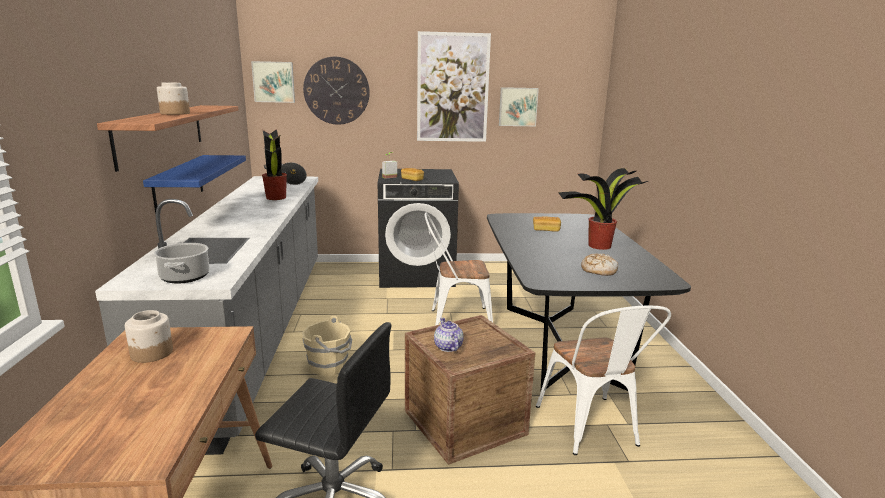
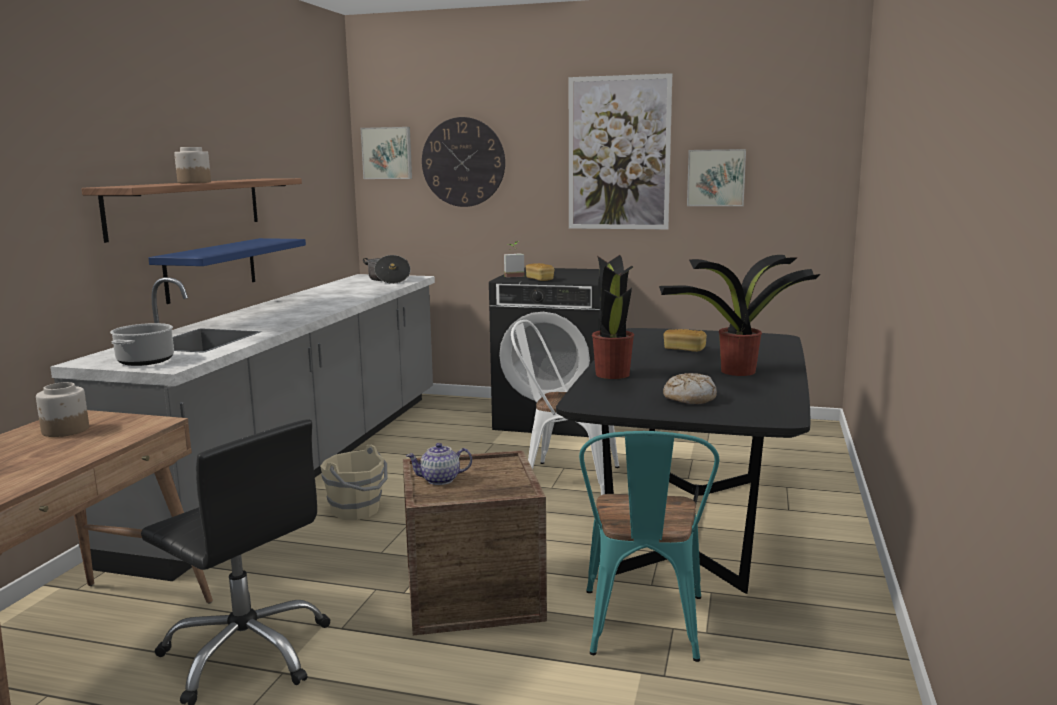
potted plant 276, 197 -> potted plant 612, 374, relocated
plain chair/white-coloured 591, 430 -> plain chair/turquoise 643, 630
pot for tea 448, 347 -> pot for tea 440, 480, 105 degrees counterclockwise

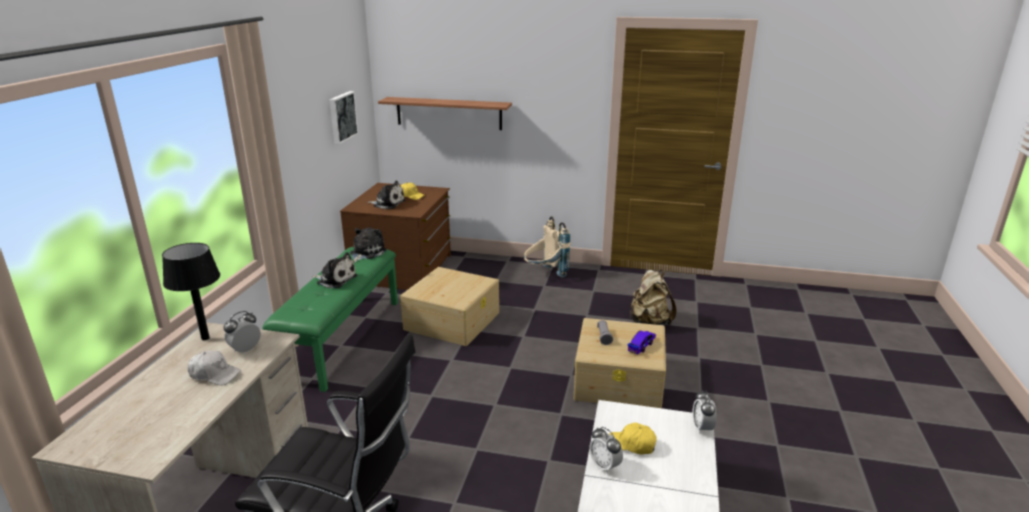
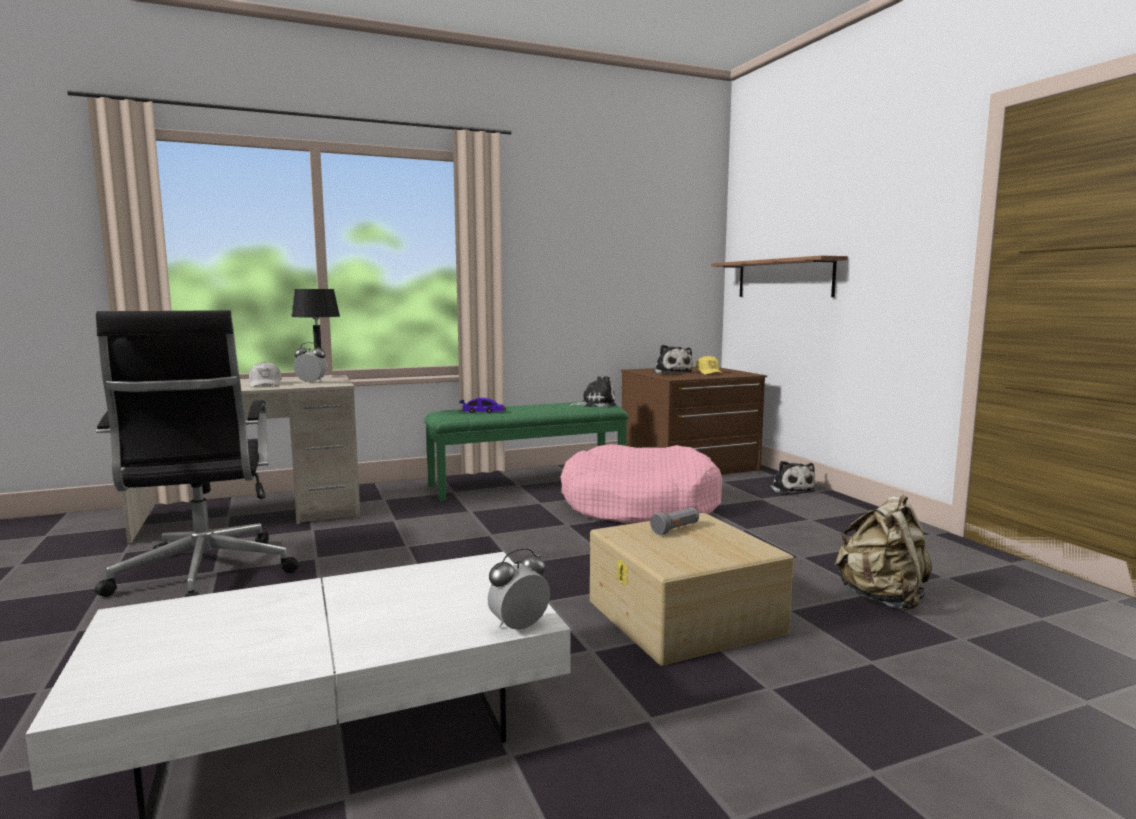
wall art 342, 117 -> none
knapsack/sand-coloured 545, 274 -> none
plush toy 335, 279 -> plush toy 790, 489, relocated
storage bin/sand-coloured 452, 320 -> pet bed/pinkish 639, 505
model car 641, 345 -> model car 483, 412, relocated
peaked cap/yellowish 632, 444 -> none
table clock 605, 466 -> none

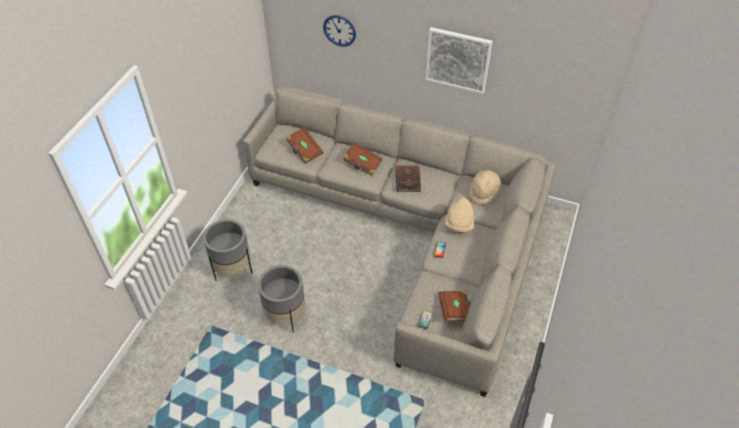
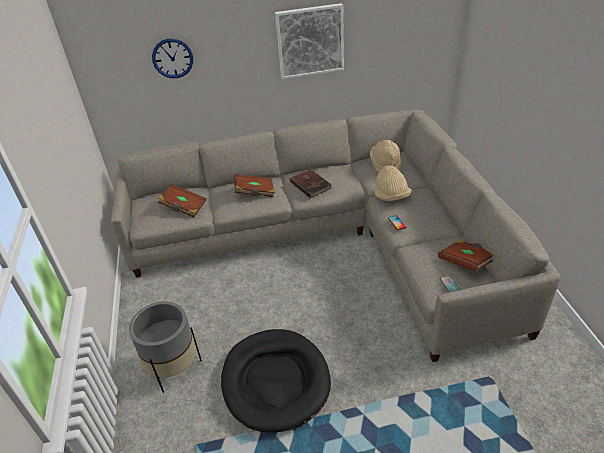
plant pot/greyish 285, 315 -> pet bed/black-coloured 275, 381

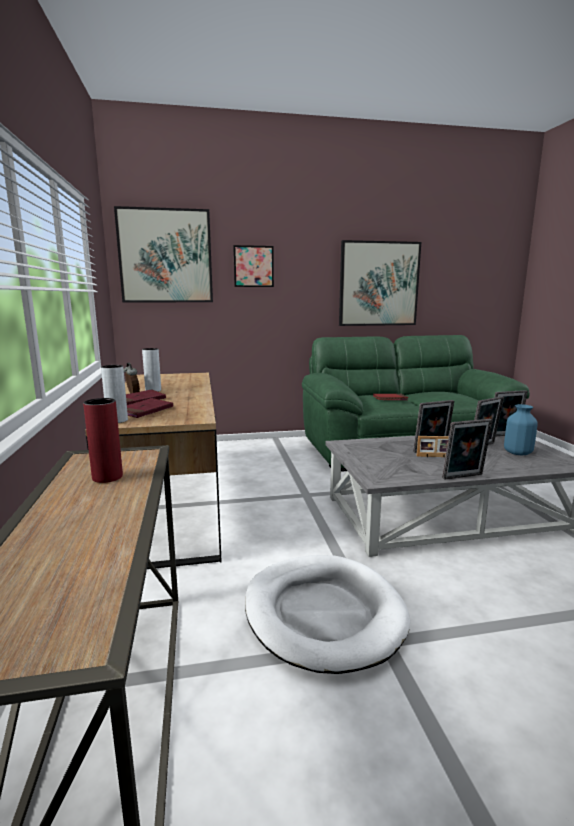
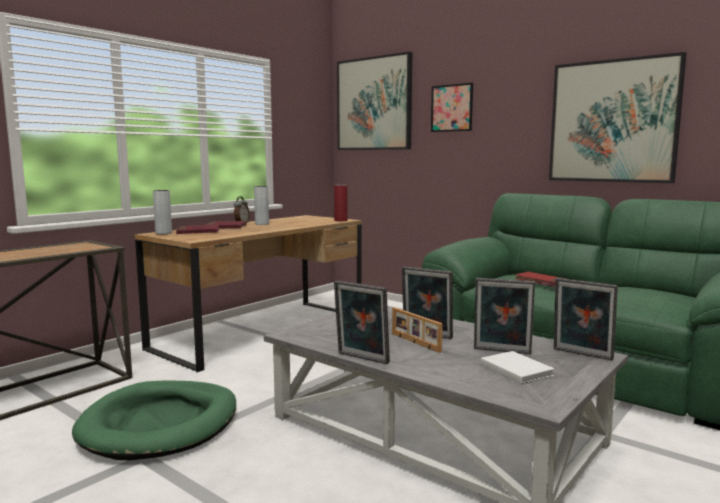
vase/reddish 107, 477 -> vase/reddish 340, 220, relocated
vase/blue 517, 453 -> bound book/white-coloured 515, 369
pet bed/white-coloured 323, 614 -> pet bed/green-coloured 160, 424

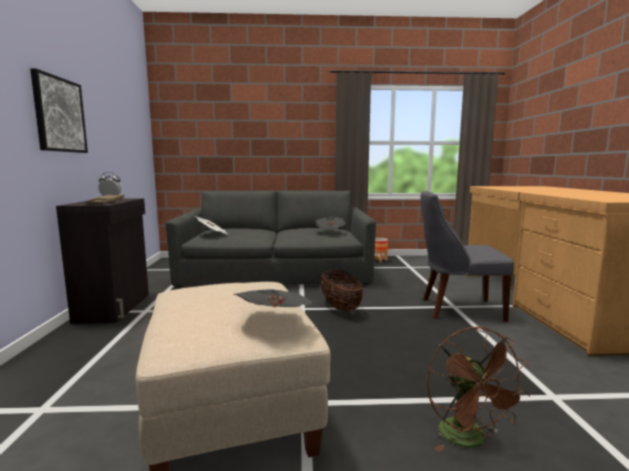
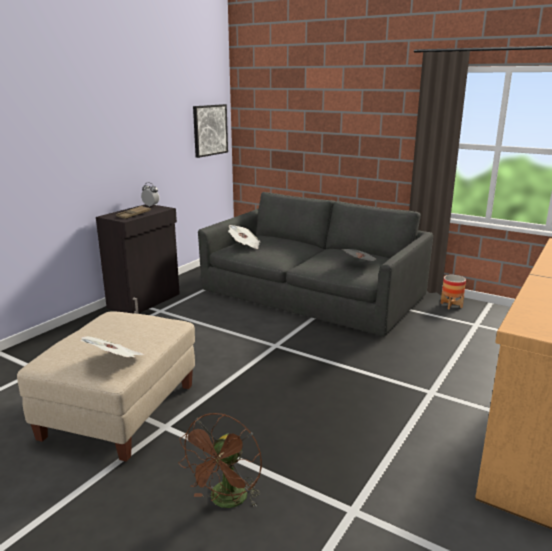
wall art 59, 115 -> wall art 210, 130, relocated
plain chair/greyish 457, 309 -> none
basket 340, 308 -> none

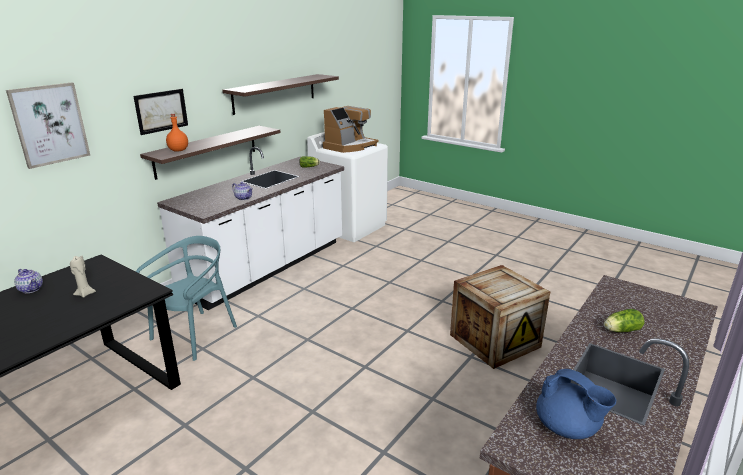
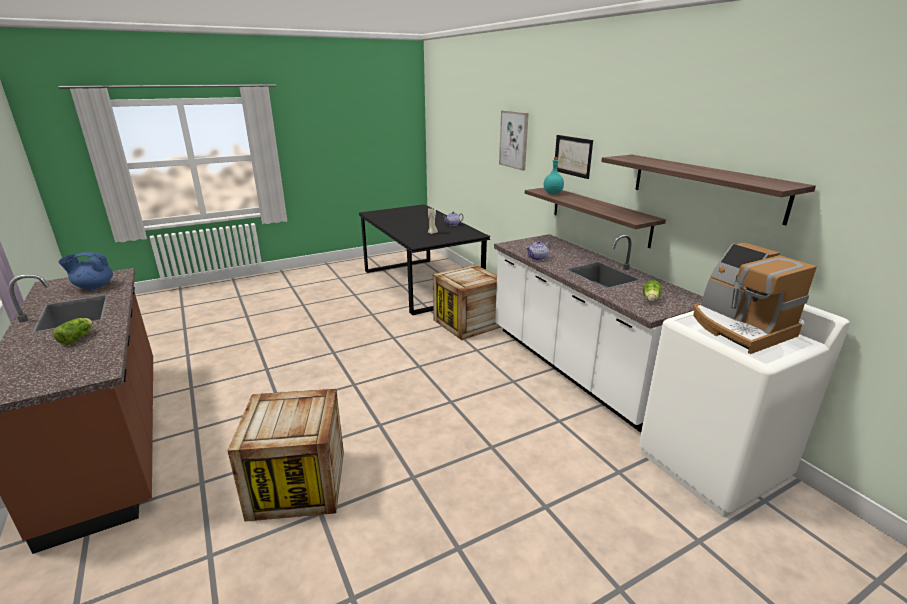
beverage bottle/orangey 178, 150 -> beverage bottle/turquoise 553, 193
plain chair/turquoise 195, 335 -> packing crate 468, 323

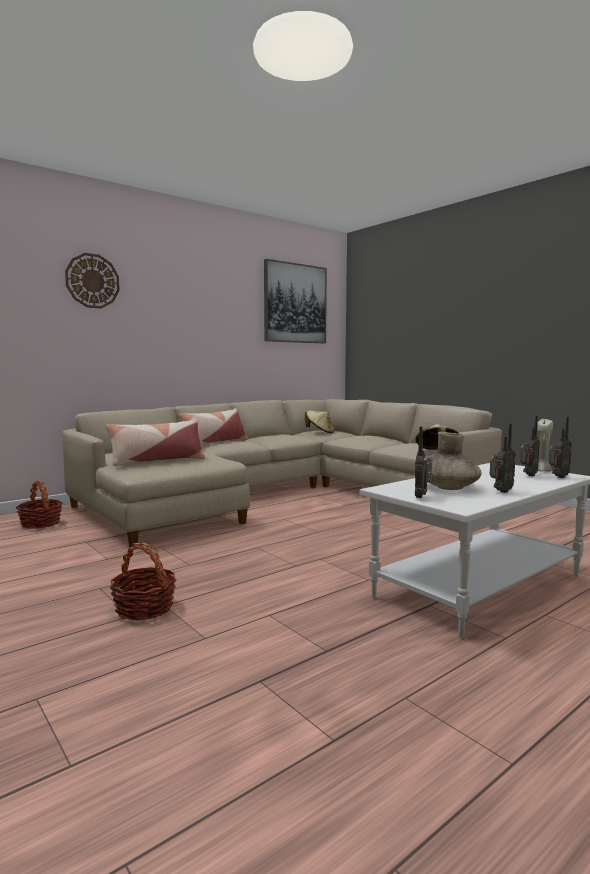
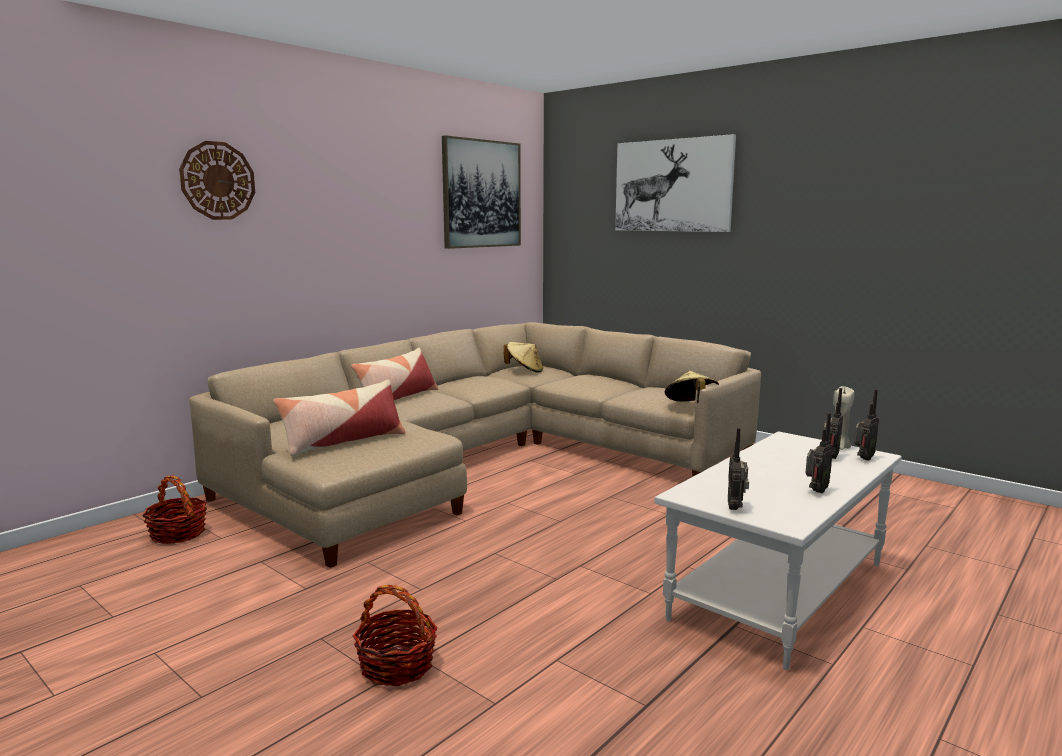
vase/brown 448, 487 -> none
none -> wall art 672, 185

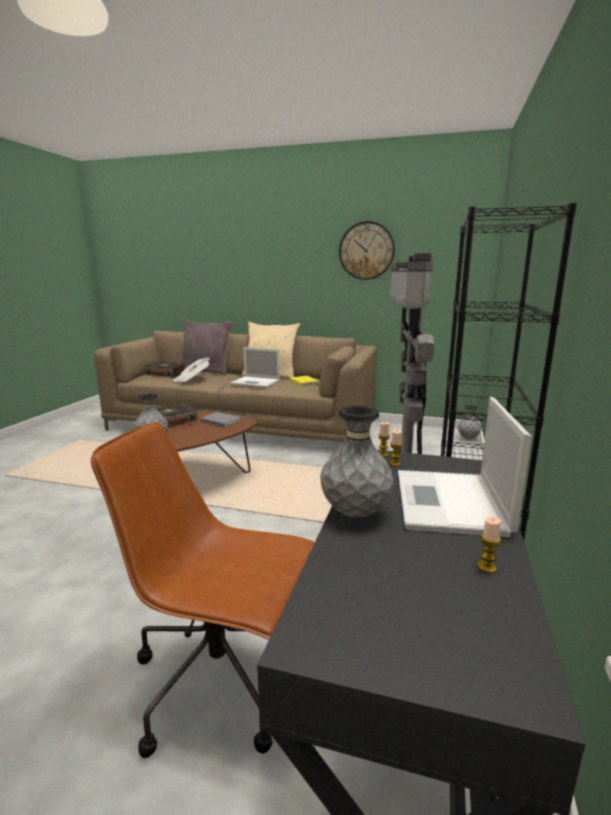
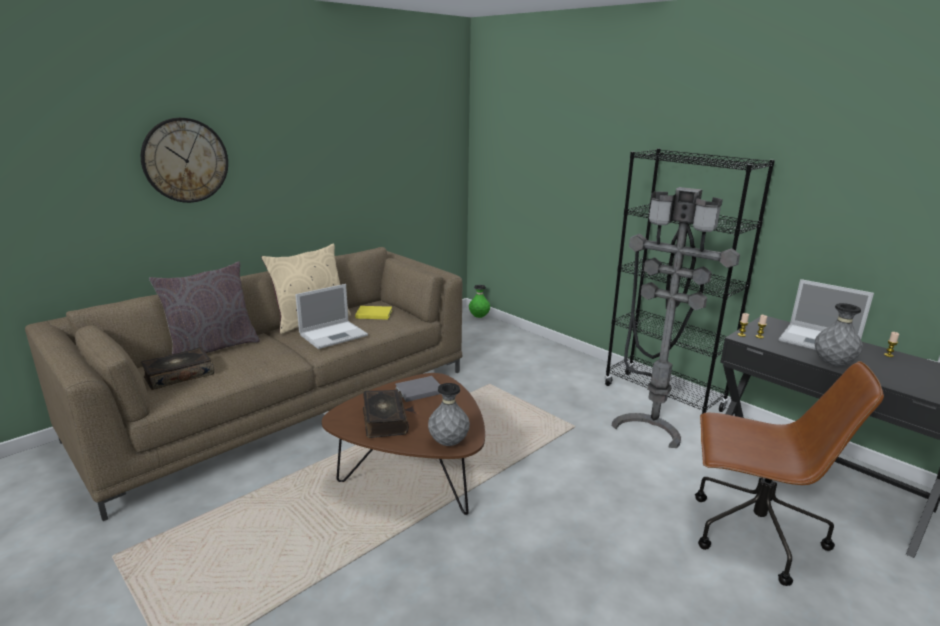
clock on the wall 366, 251 -> clock on the wall 185, 160, relocated
daily paper 192, 379 -> none
vase/greyish 468, 438 -> vase/green-coloured 479, 317
desk chair/brown 222, 681 -> desk chair/brown 752, 534, 120 degrees counterclockwise

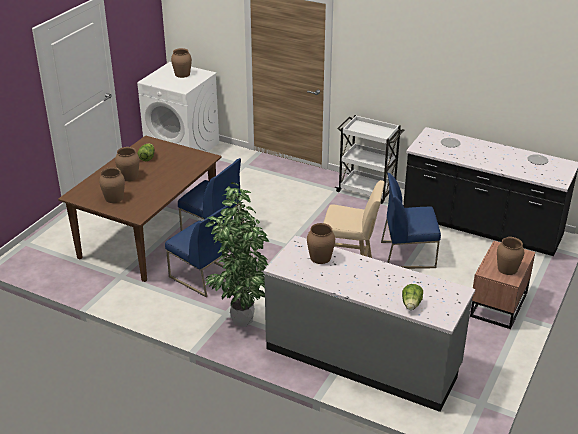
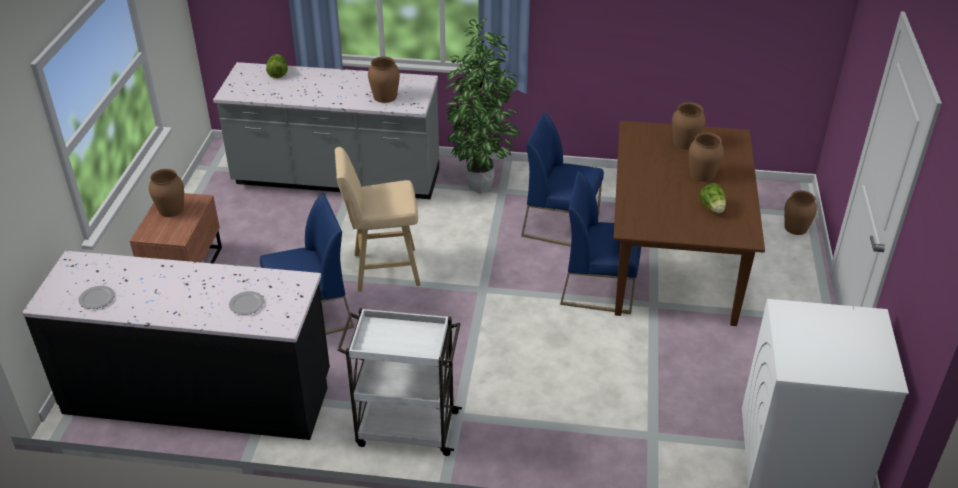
vase/brown 182, 74 -> vase/brown 796, 228, relocated

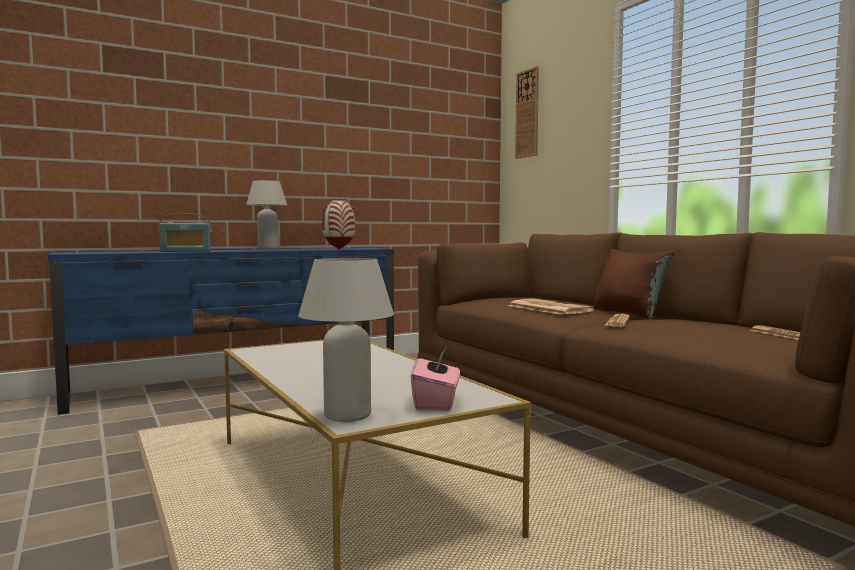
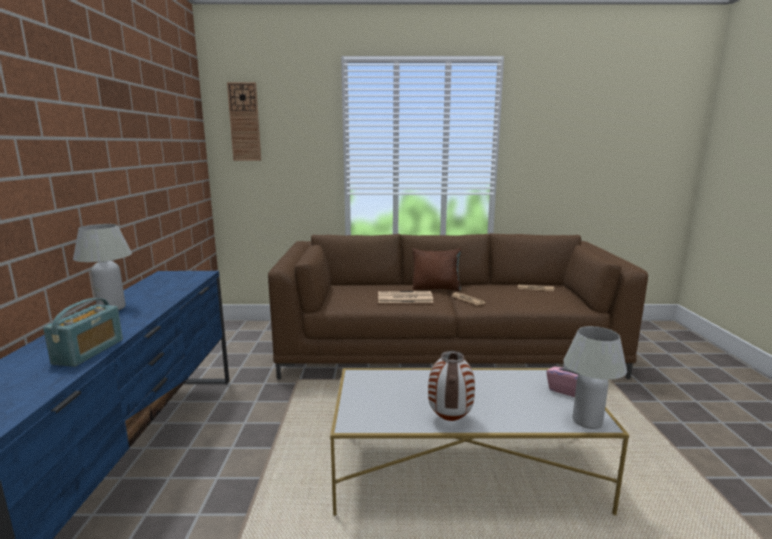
vase 339, 249 -> vase 449, 419, relocated

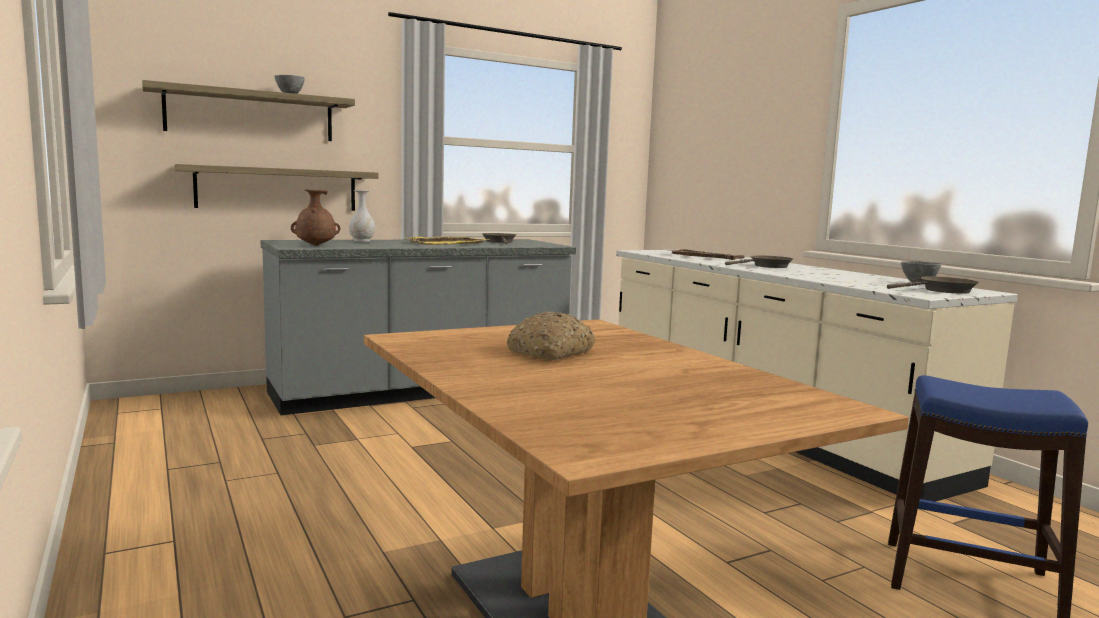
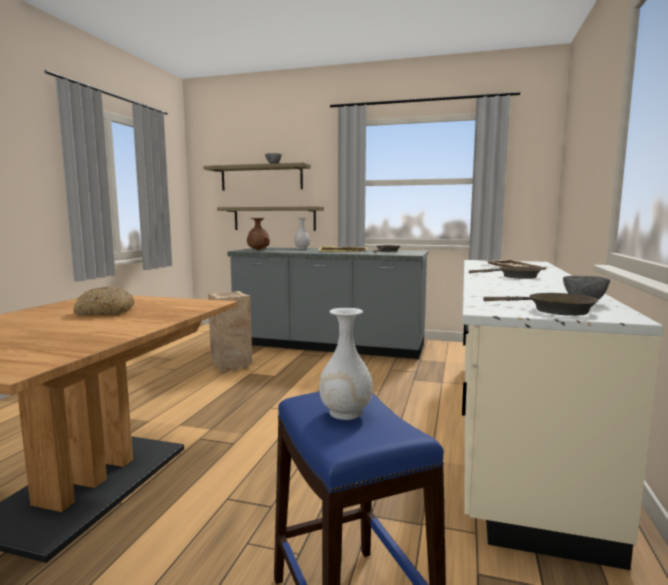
none -> packing crate 232, 366
none -> vase/white-coloured 345, 412

